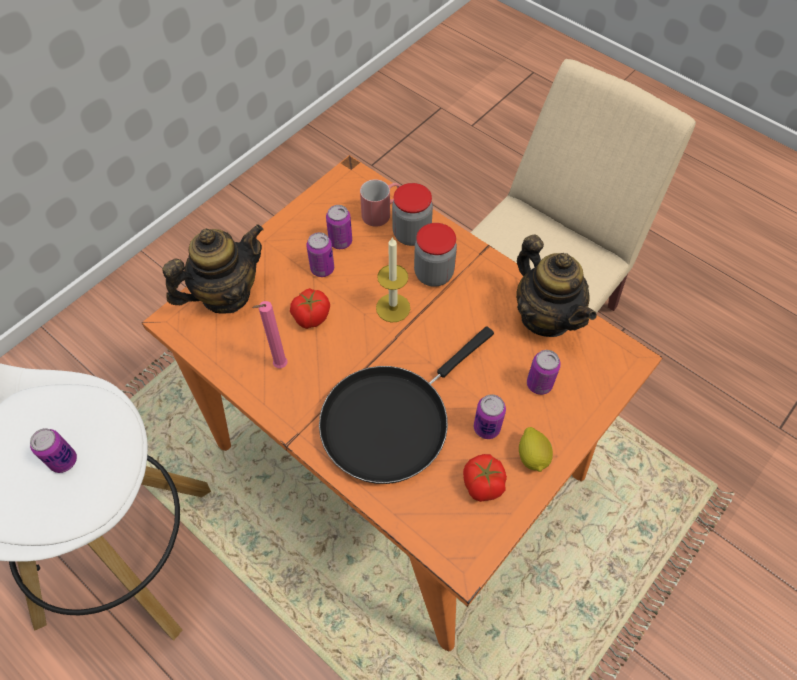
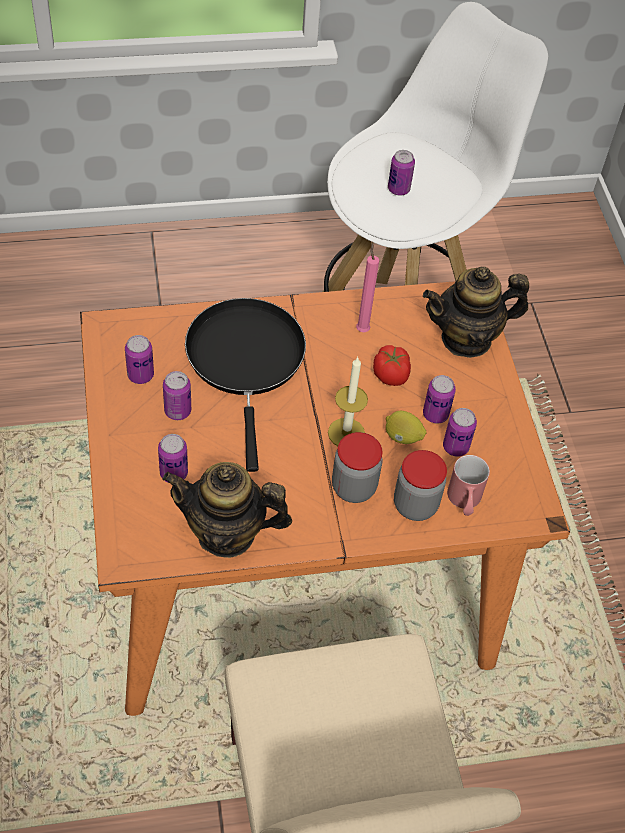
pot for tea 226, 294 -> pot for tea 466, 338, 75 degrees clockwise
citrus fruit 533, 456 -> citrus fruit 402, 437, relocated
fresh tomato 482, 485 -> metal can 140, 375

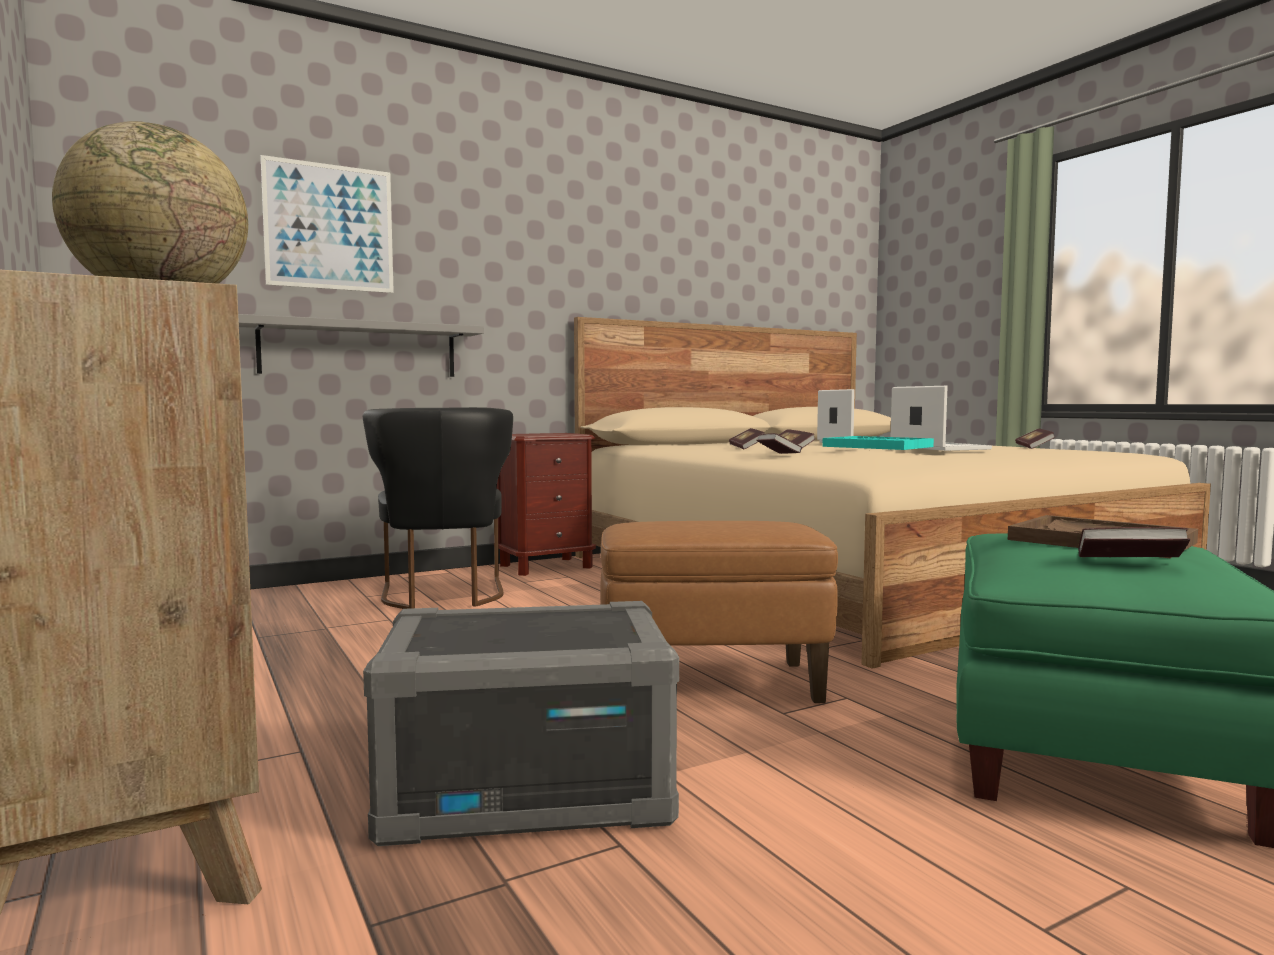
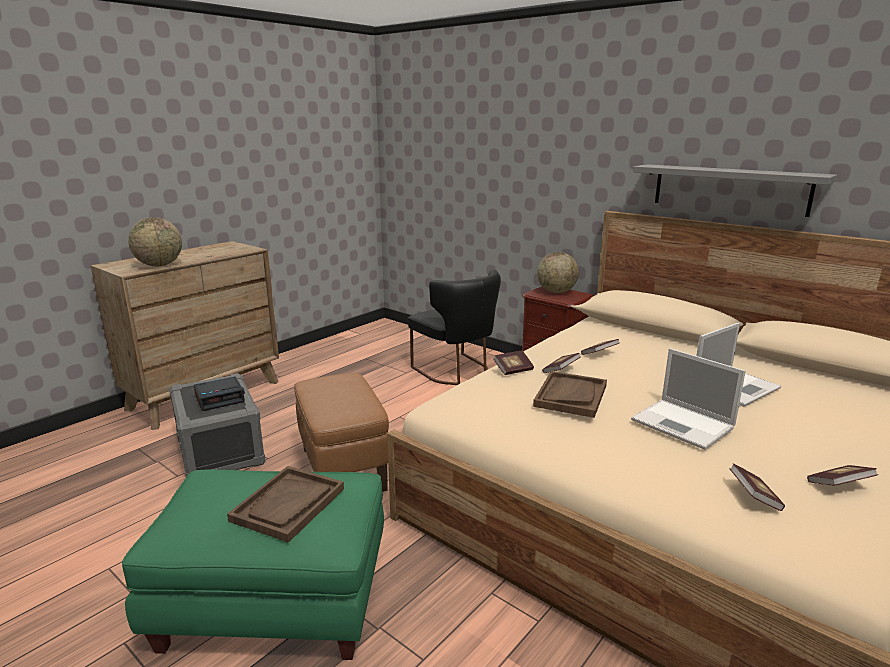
wall art 329, 227 -> none
wall shelf/greyish 360, 349 -> wall shelf/greyish 729, 189, relocated
portable computer 937, 448 -> portable computer 684, 424, 90 degrees clockwise
plain chair/black-coloured 443, 596 -> plain chair/black-coloured 456, 371, 90 degrees counterclockwise
tray/turquoise 877, 446 -> tray/brown 570, 396
bound book 1130, 563 -> bound book 754, 497, relocated
none -> desk globe 556, 292
none -> table clock 220, 398

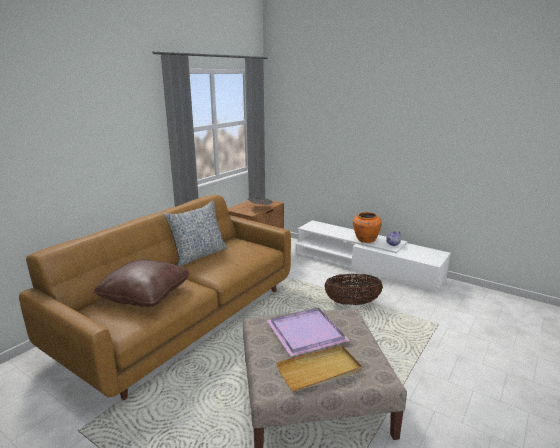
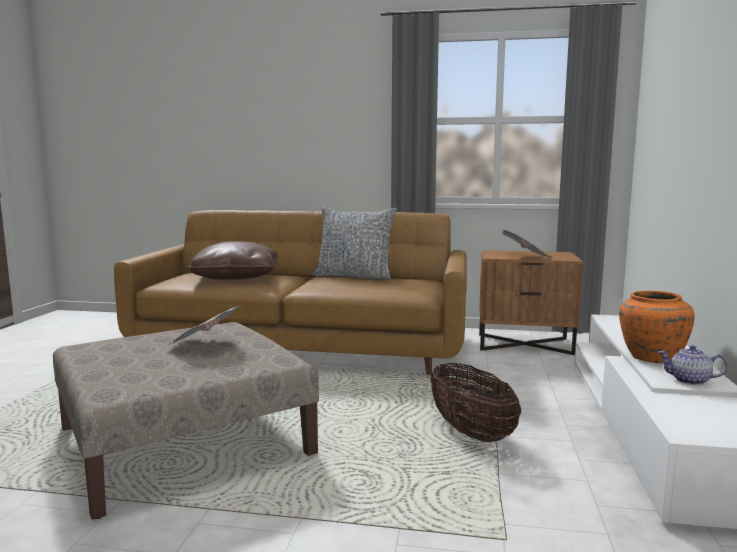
tray/purple 306, 333 -> daily paper 205, 344
tray/sand-coloured 319, 370 -> none

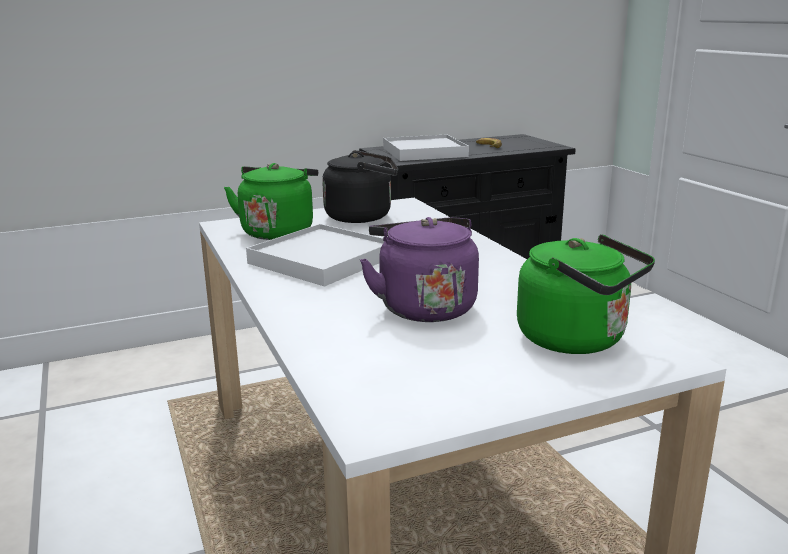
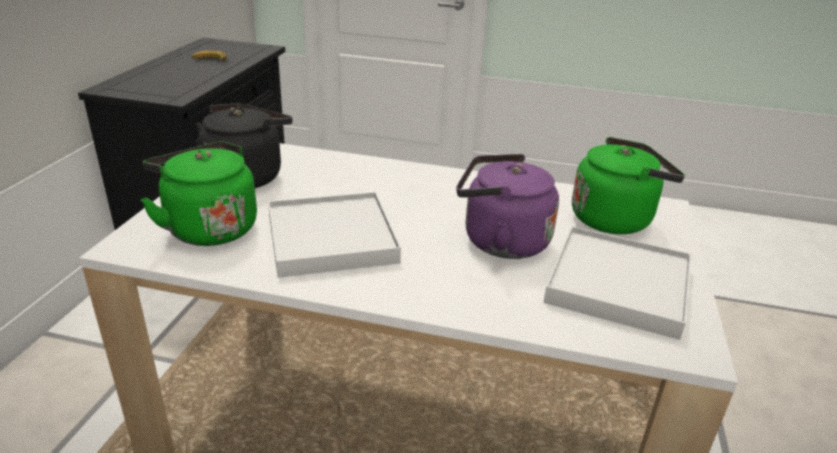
tray/white-coloured 424, 152 -> tray/white-coloured 617, 285, relocated

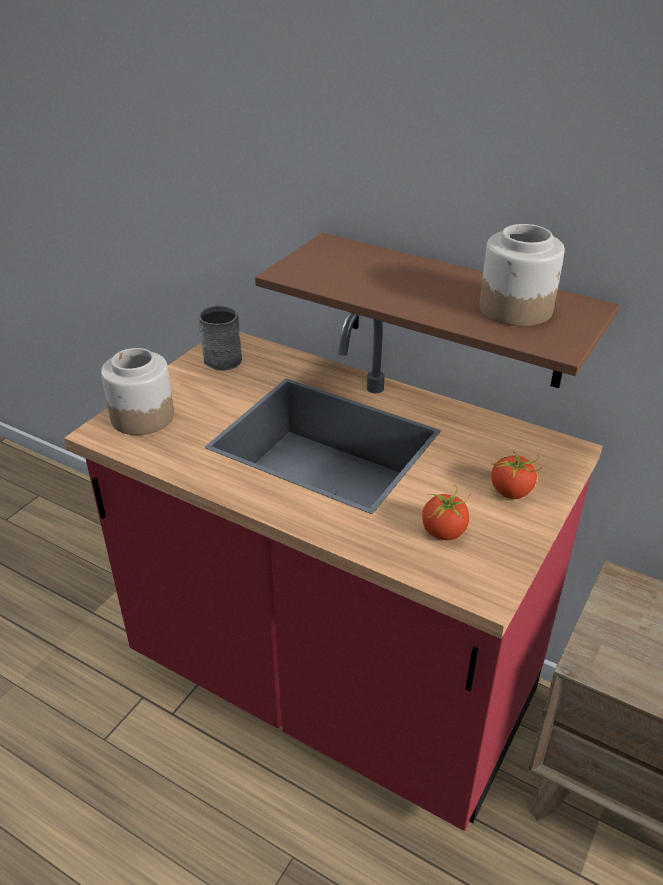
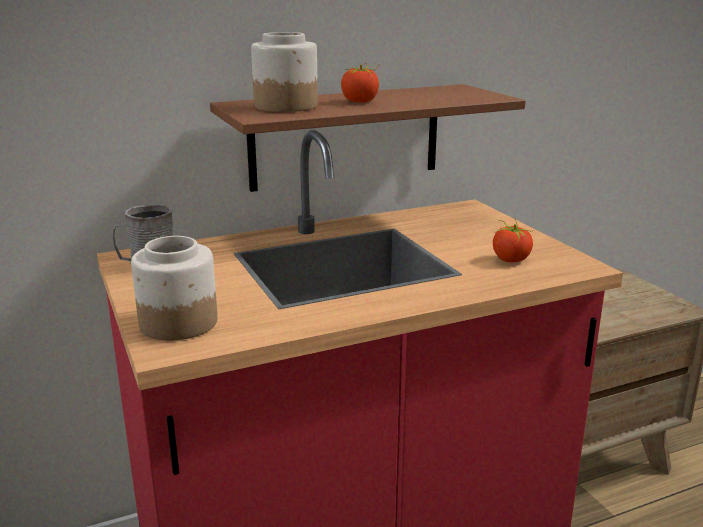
preserve jar 516, 309 -> preserve jar 286, 106, relocated
fresh tomato 511, 491 -> fresh tomato 360, 101, relocated

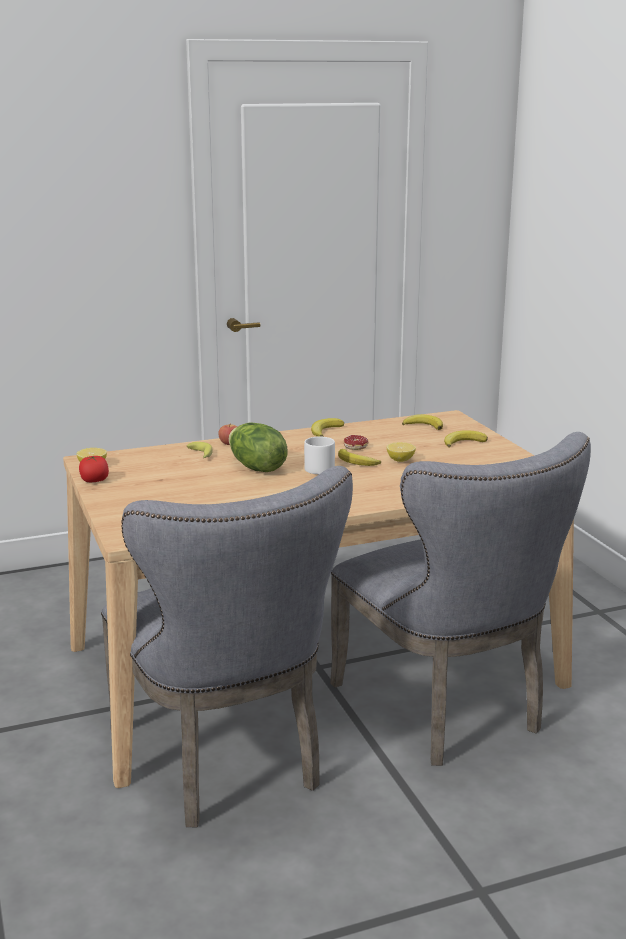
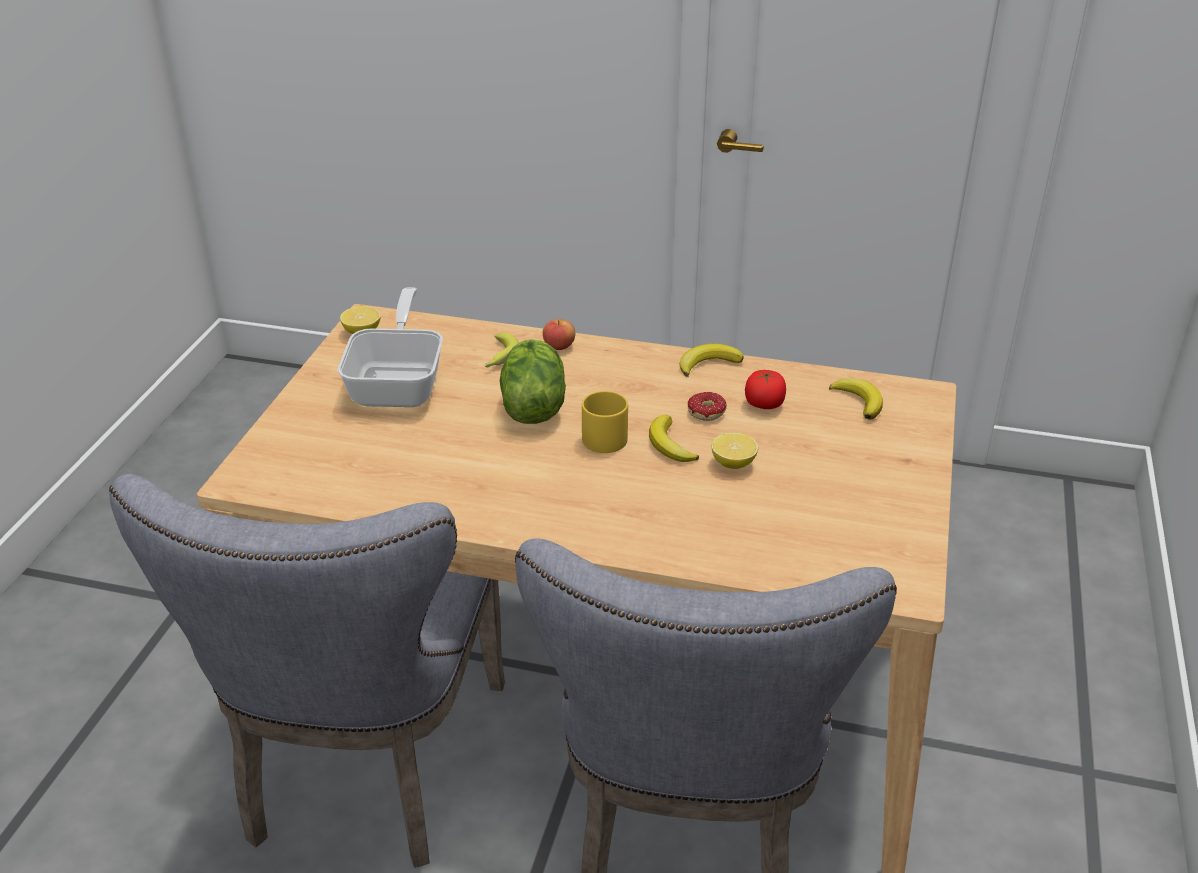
banana fruit 463, 442 -> none
tea mug/white-coloured 316, 467 -> tea mug/yellowish 604, 435
fresh tomato 94, 481 -> fresh tomato 764, 404, relocated
none -> pan 399, 382

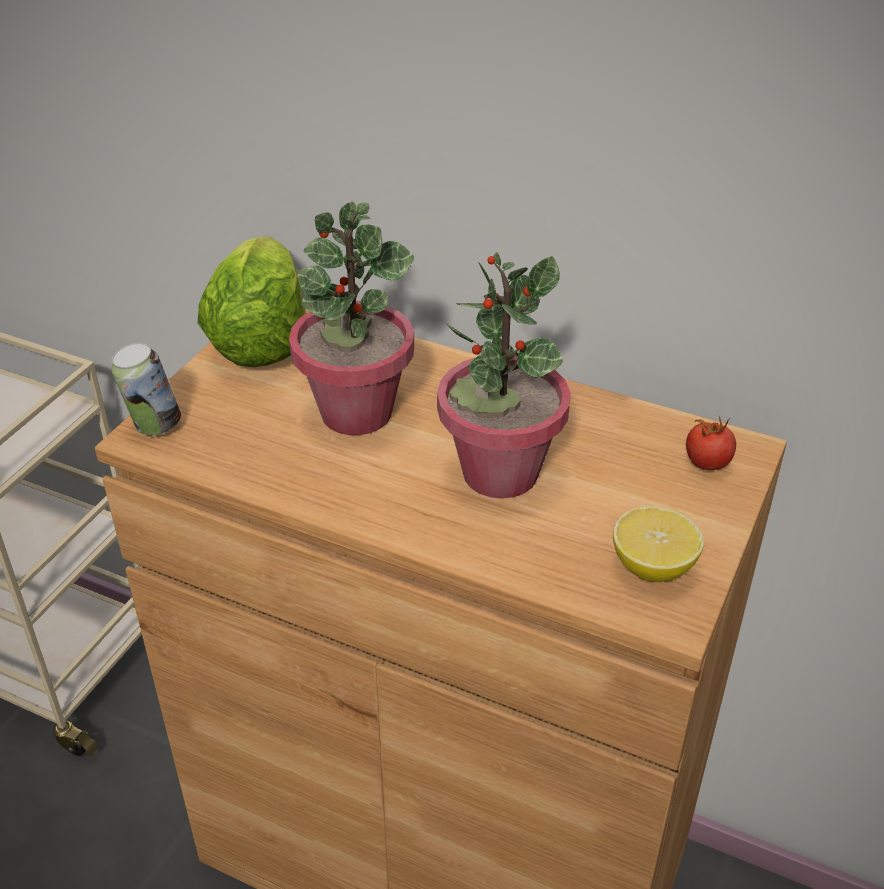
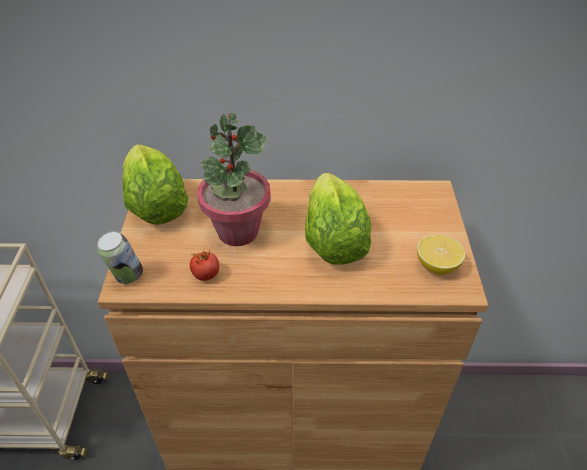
potted plant 499, 473 -> lettuce head 333, 241
fresh tomato 707, 463 -> fresh tomato 206, 274, relocated

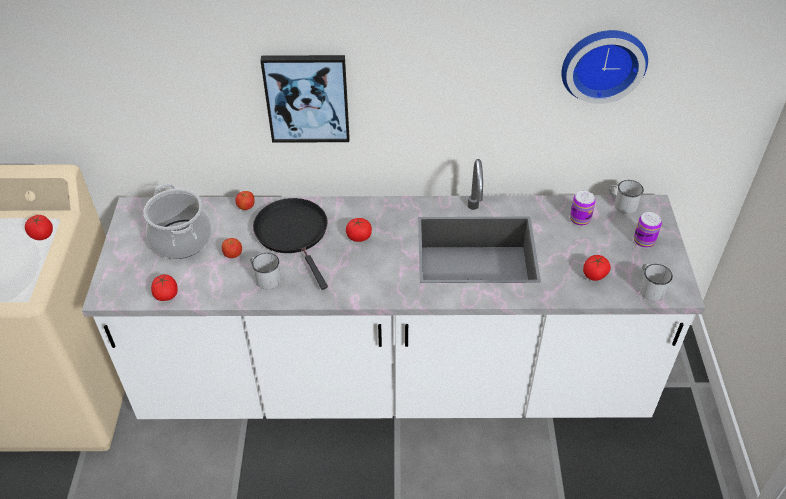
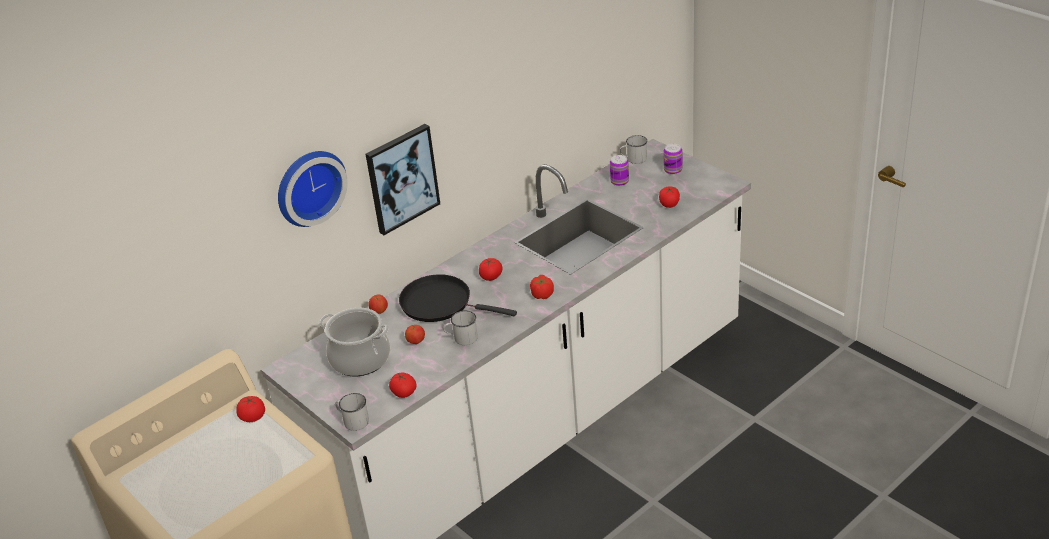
clock on the wall 603, 63 -> clock on the wall 308, 186, relocated
tea mug/white-coloured 649, 288 -> tea mug/white-coloured 353, 421, relocated
none -> fresh tomato 542, 294

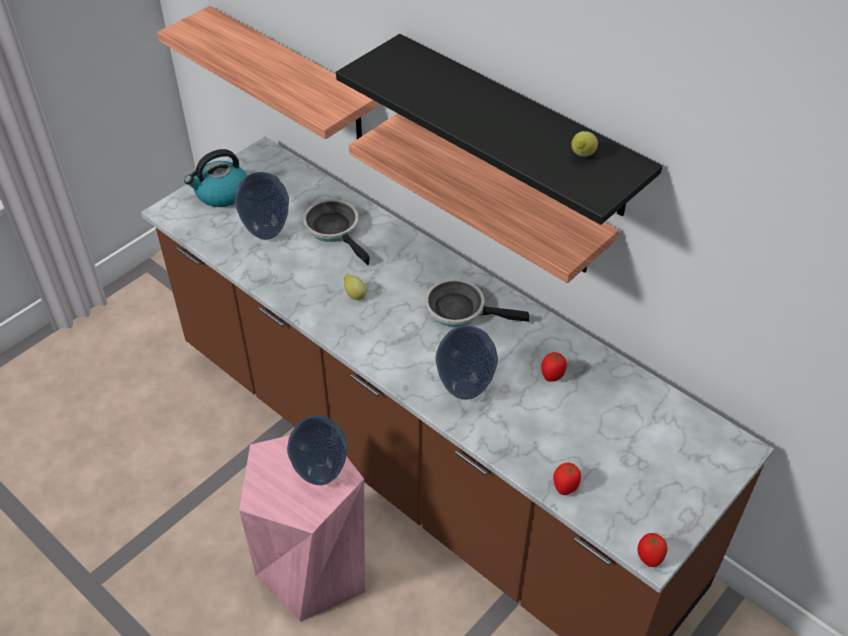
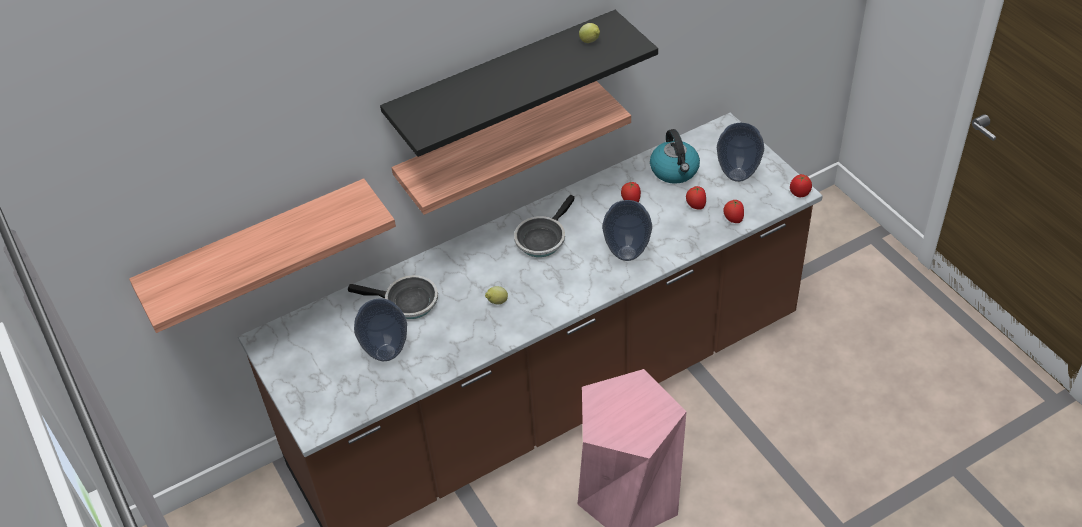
water kettle 221, 194 -> water kettle 675, 171, relocated
pan 335, 230 -> pan 407, 302, 150 degrees counterclockwise
vase 321, 473 -> vase 737, 174, relocated
none -> fresh tomato 695, 206

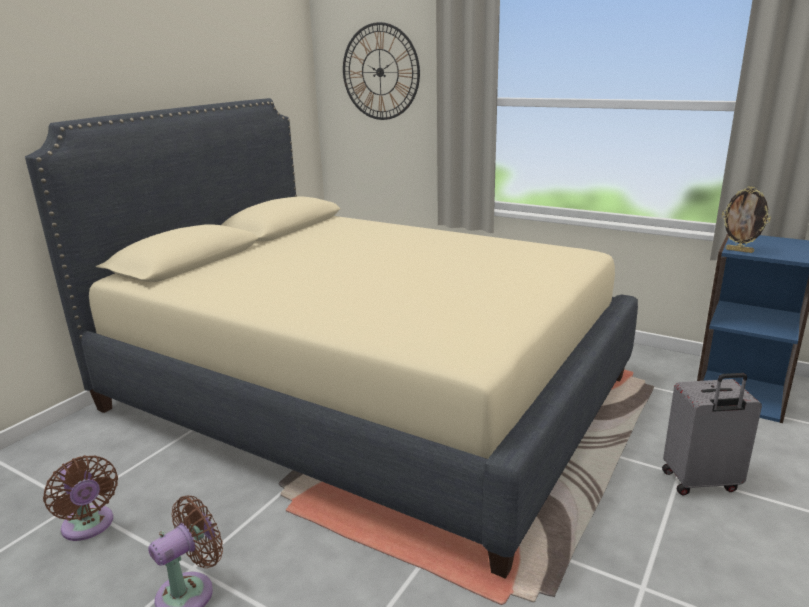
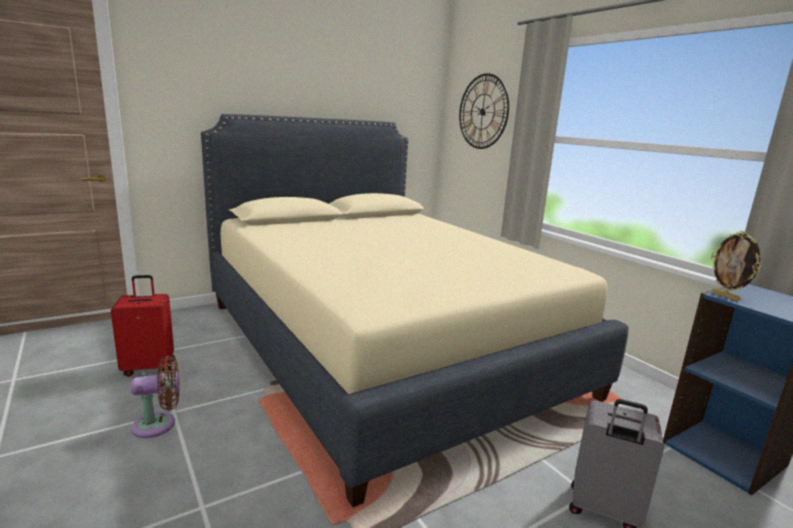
fan/brown 89, 526 -> piece of luggage/reddish 149, 367

